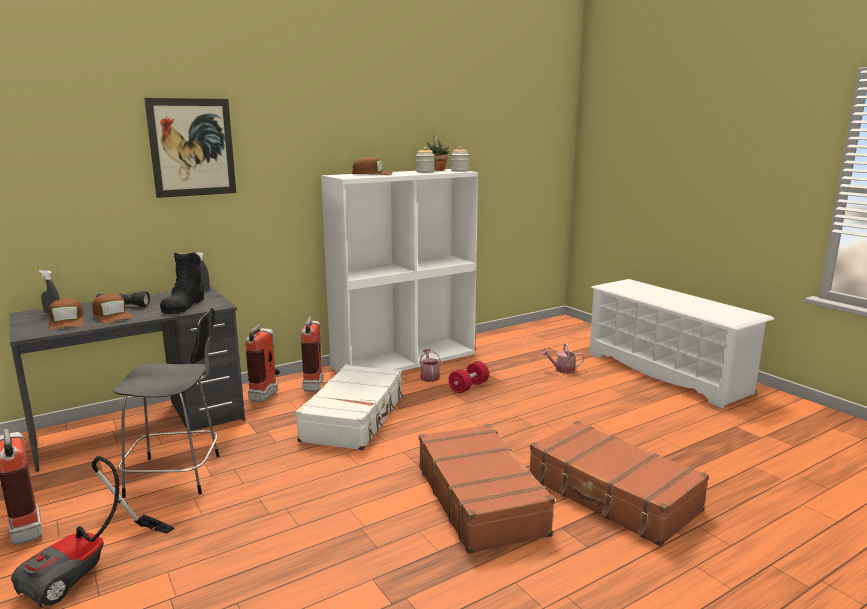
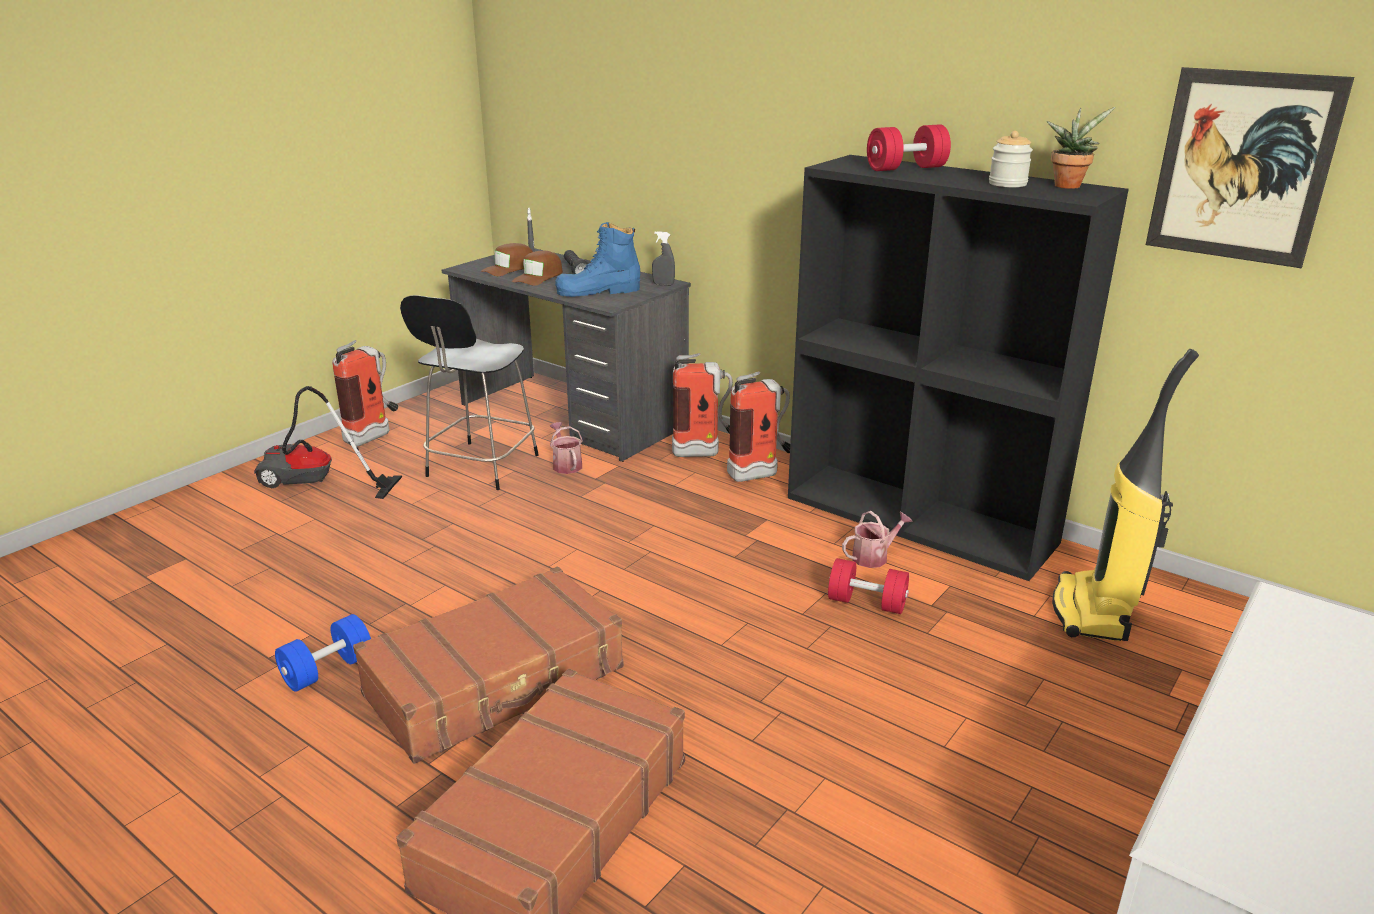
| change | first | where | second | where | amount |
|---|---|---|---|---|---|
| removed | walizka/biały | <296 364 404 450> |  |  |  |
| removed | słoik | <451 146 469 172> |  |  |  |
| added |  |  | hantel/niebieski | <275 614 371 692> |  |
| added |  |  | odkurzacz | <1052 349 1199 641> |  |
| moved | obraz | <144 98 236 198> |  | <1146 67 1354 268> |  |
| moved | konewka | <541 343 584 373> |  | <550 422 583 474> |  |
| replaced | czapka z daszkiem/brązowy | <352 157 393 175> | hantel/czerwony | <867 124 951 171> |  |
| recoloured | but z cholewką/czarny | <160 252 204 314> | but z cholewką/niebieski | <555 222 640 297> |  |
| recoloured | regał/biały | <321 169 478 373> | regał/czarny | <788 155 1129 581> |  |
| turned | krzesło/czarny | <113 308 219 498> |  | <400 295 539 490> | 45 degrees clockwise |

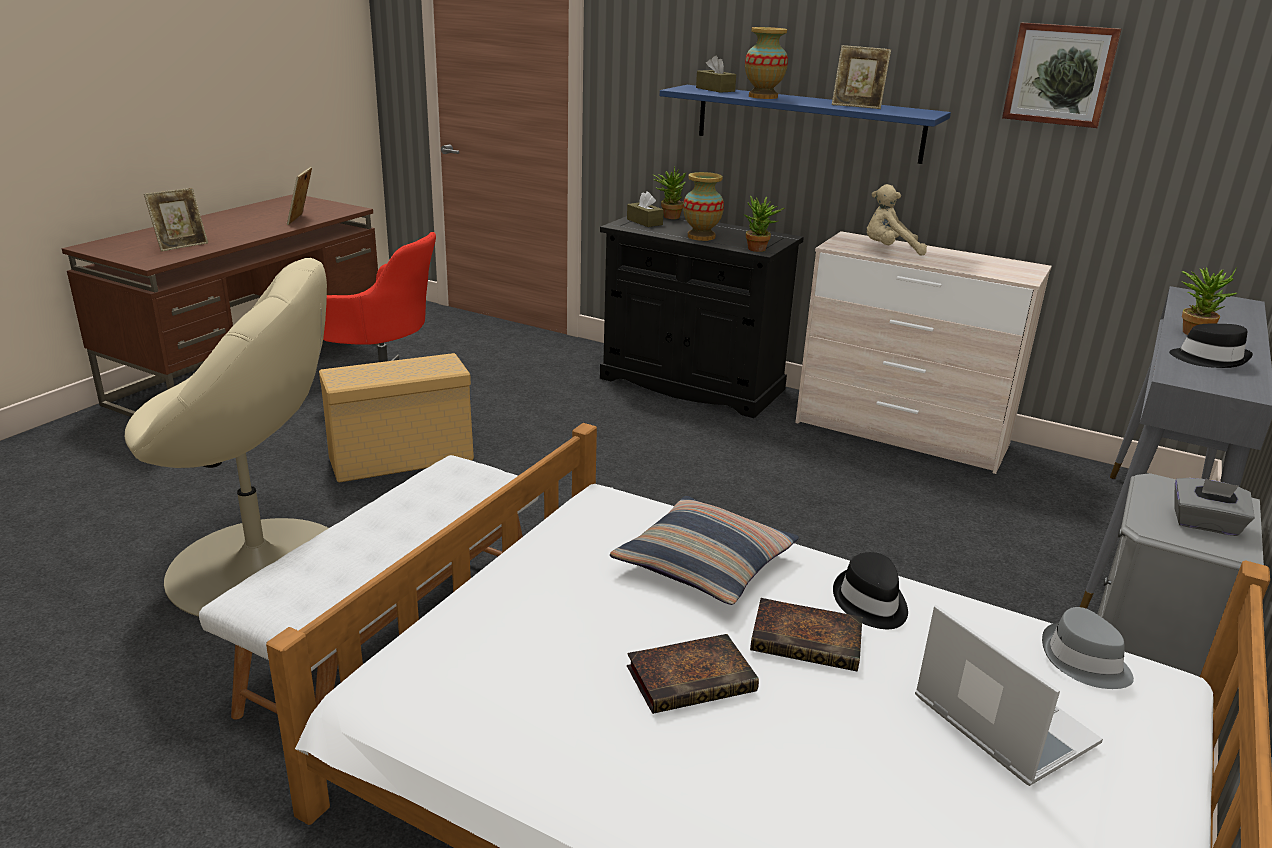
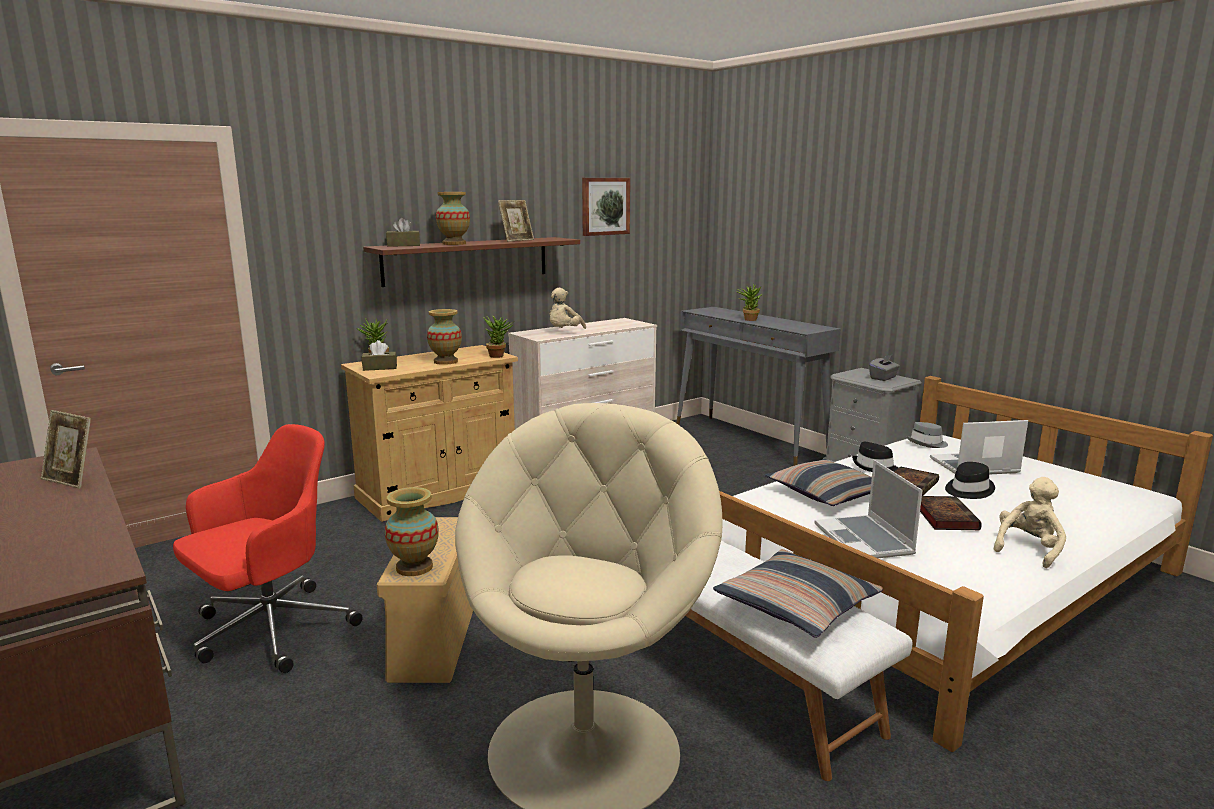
| change | first | where | second | where | amount |
|---|---|---|---|---|---|
| removed | ramka na zdjęcie | <144 188 208 252> |  |  |  |
| added |  |  | wazon | <385 487 439 576> |  |
| added |  |  | poduszka | <713 549 883 638> |  |
| added |  |  | laptop | <815 460 923 558> |  |
| added |  |  | pluszak/beżowy | <993 477 1066 568> |  |
| moved | kapelusz/czarny | <1169 324 1253 368> |  | <945 462 995 499> |  |
| recoloured | szafka/czarny | <600 214 804 418> | szafka/beżowy | <341 345 518 522> |  |
| recoloured | półka/niebieski | <660 85 951 164> | półka/brązowy | <363 237 580 287> |  |

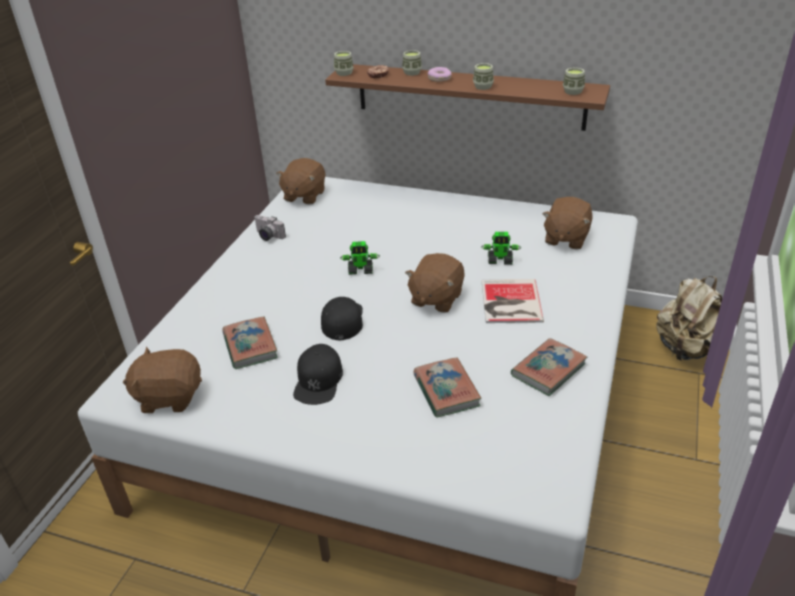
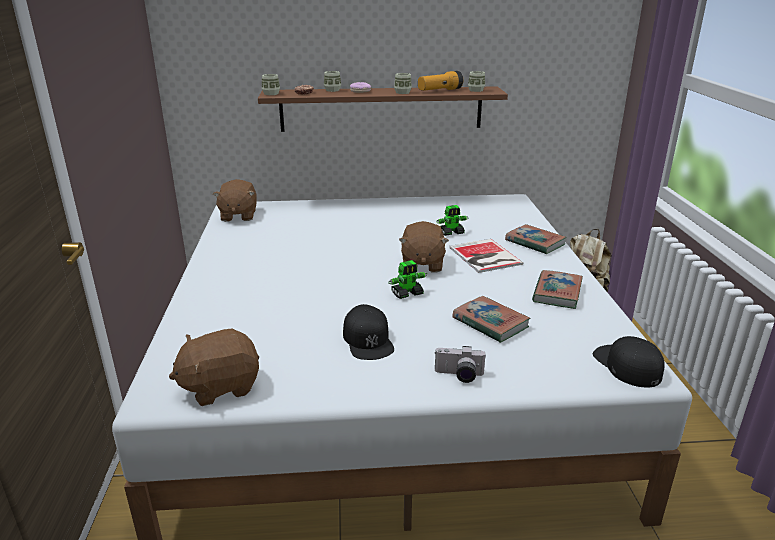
| change | first | where | second | where | amount |
|---|---|---|---|---|---|
| removed | pluszak/brązowy | <543 197 593 250> |  |  |  |
| added |  |  | latarka | <418 71 463 91> |  |
| moved | książka | <222 316 278 369> |  | <505 224 567 254> |  |
| moved | aparat fotograficzny | <254 215 286 241> |  | <435 346 487 383> |  |
| moved | czapka z daszkiem/czarny | <321 297 363 340> |  | <593 336 665 387> |  |
| moved | robot zabawkowy | <340 241 380 275> |  | <388 260 427 299> |  |

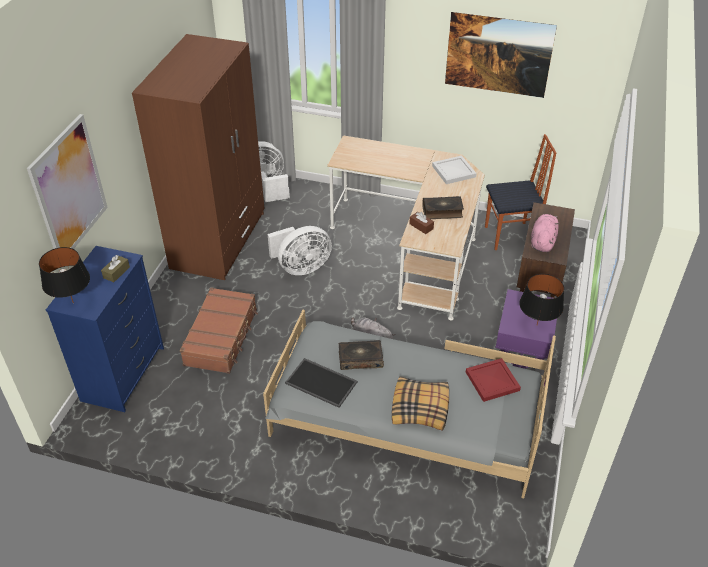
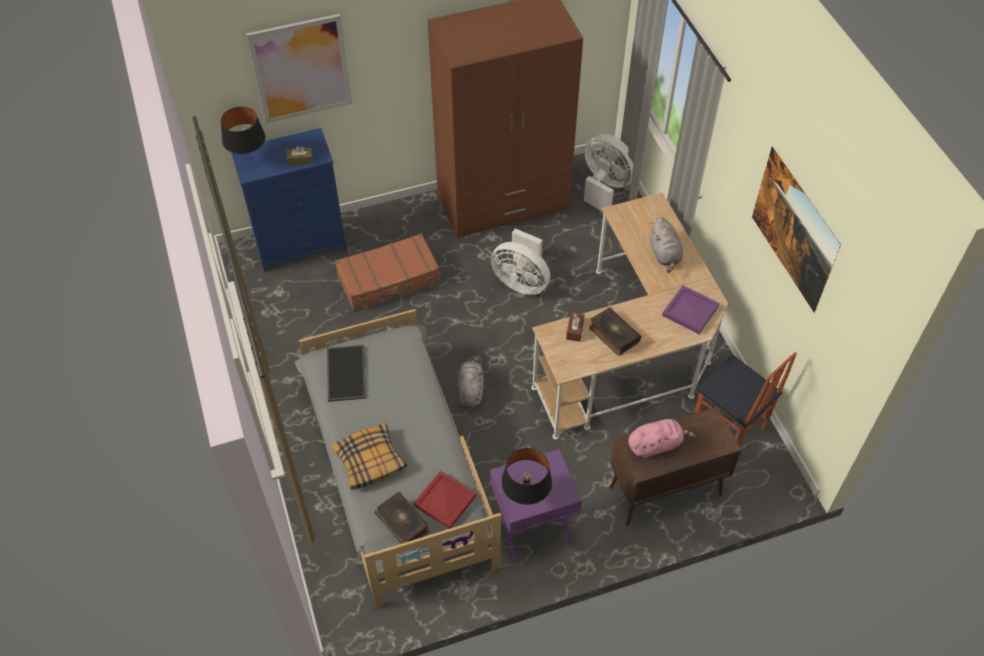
| change | first | where | second | where | amount |
|---|---|---|---|---|---|
| added |  |  | pluszak/szary | <650 217 683 273> |  |
| moved | książka | <339 340 384 370> |  | <375 492 429 544> |  |
| recoloured | taca/biały | <432 156 477 184> | taca/fioletowy | <662 285 719 334> |  |

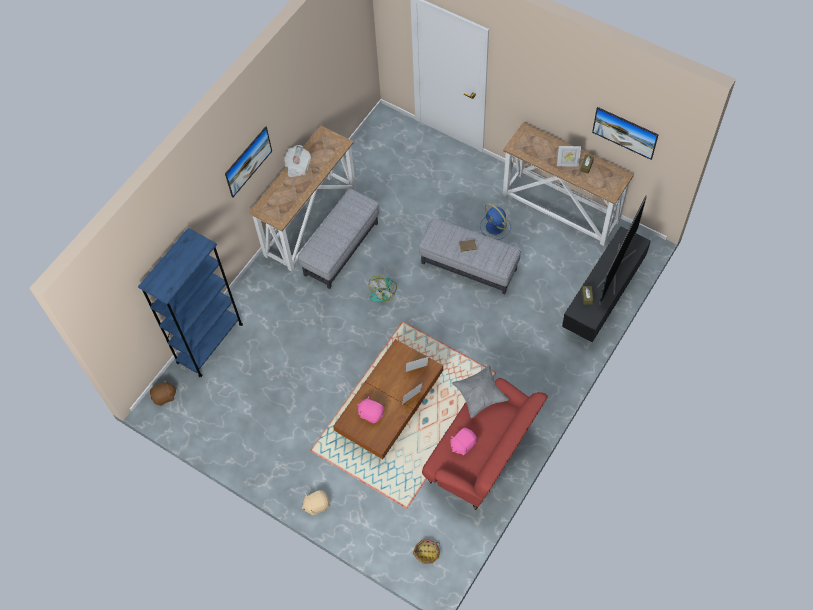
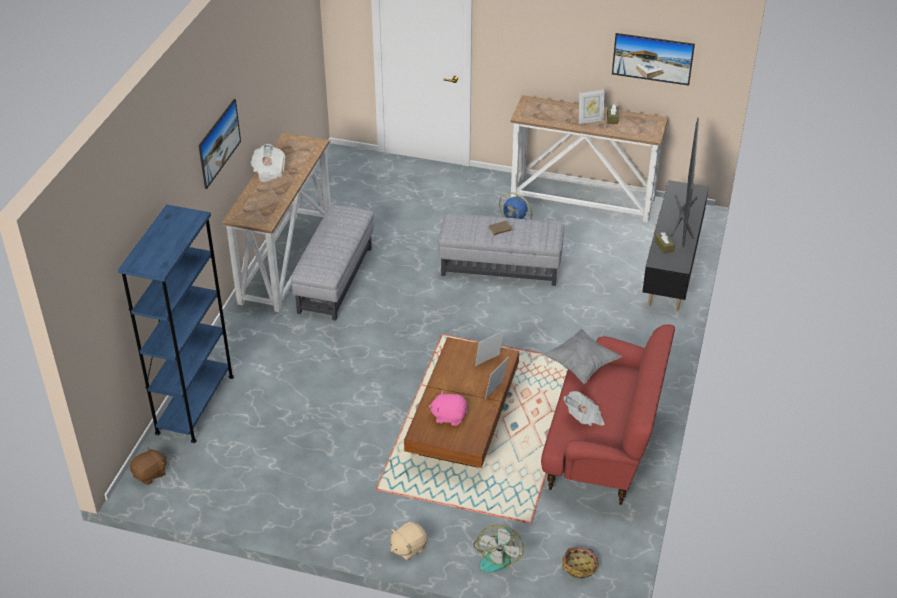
| change | first | where | second | where | amount |
|---|---|---|---|---|---|
| moved | wentylator | <369 276 397 302> |  | <473 525 524 573> |  |
| replaced | pluszak/różowy | <450 428 477 455> | gazeta | <564 391 604 426> |  |

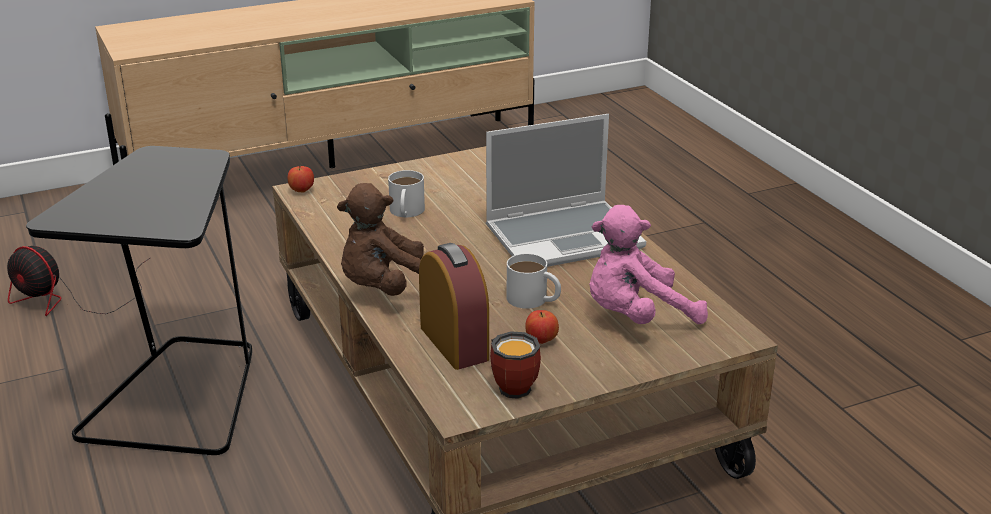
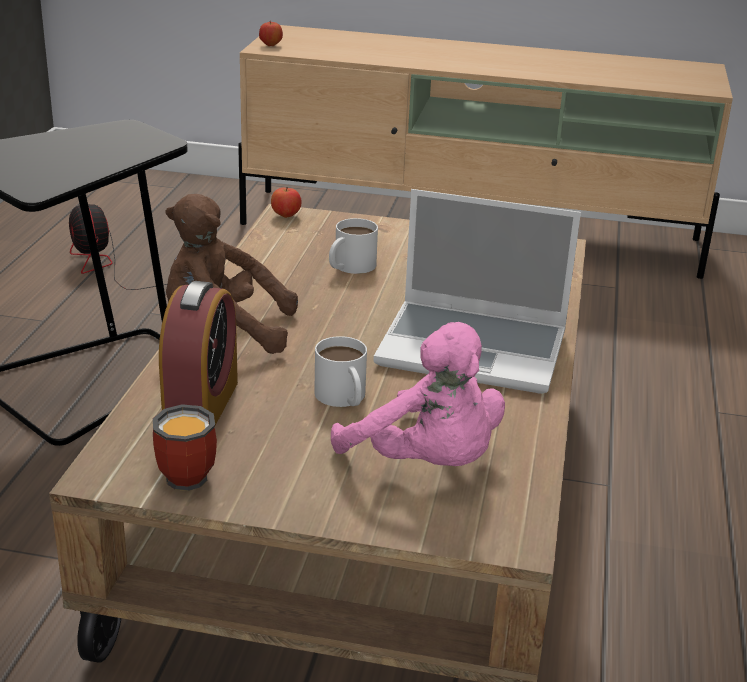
| change | first | where | second | where | amount |
|---|---|---|---|---|---|
| moved | jabłko | <525 310 559 344> |  | <259 21 283 46> |  |
| turned | pluszak/różowy | <589 205 708 324> |  | <331 322 505 466> | 150 degrees counterclockwise |

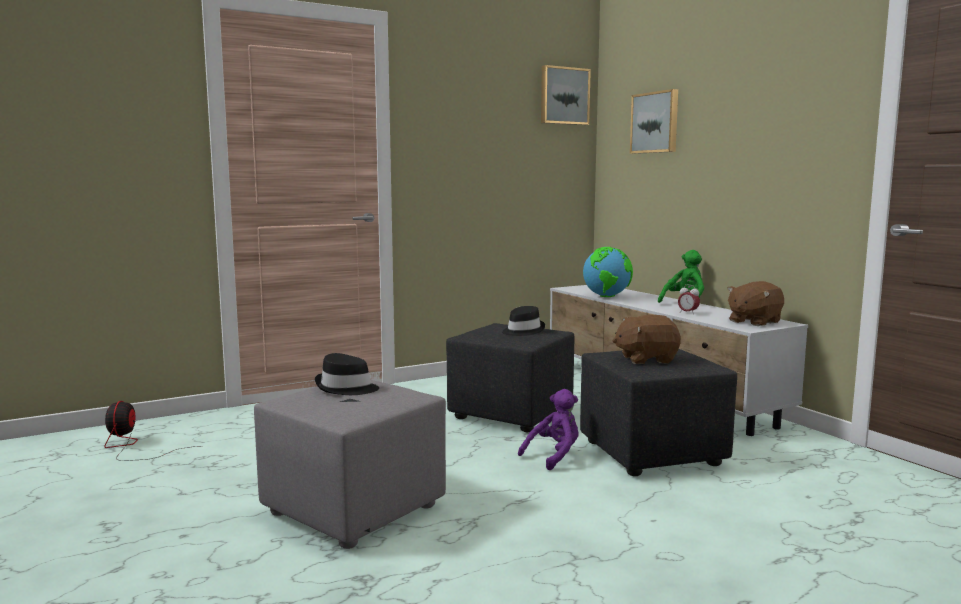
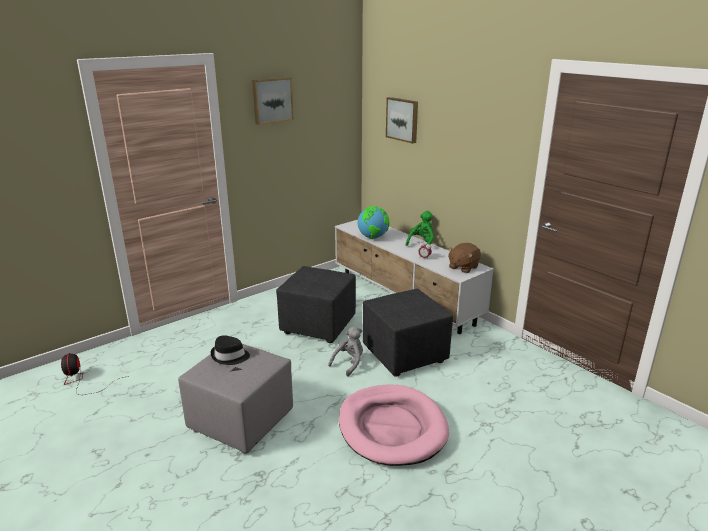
| change | first | where | second | where | amount |
|---|---|---|---|---|---|
| removed | kapelusz/czarny | <502 306 545 336> |  |  |  |
| removed | pluszak/brązowy | <612 315 681 364> |  |  |  |
| added |  |  | legowisko/różowy | <339 384 449 466> |  |
| moved | obraz | <541 65 591 125> |  | <252 77 294 125> |  |
| recoloured | pluszak/fioletowy | <518 389 578 470> | pluszak/szary | <328 326 363 376> |  |

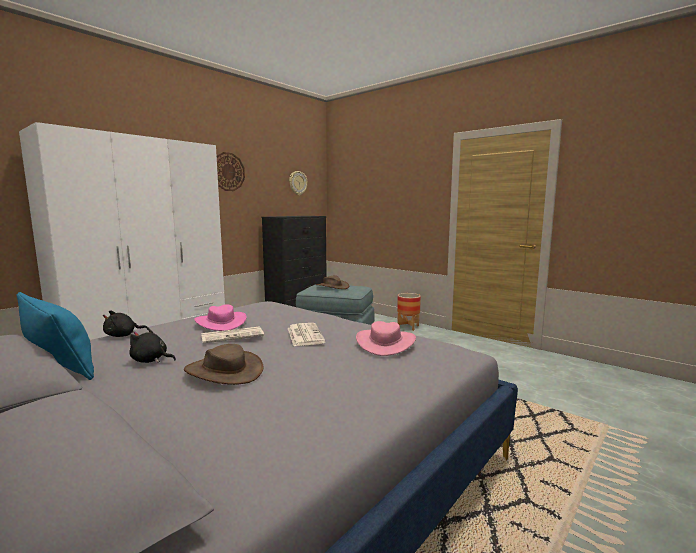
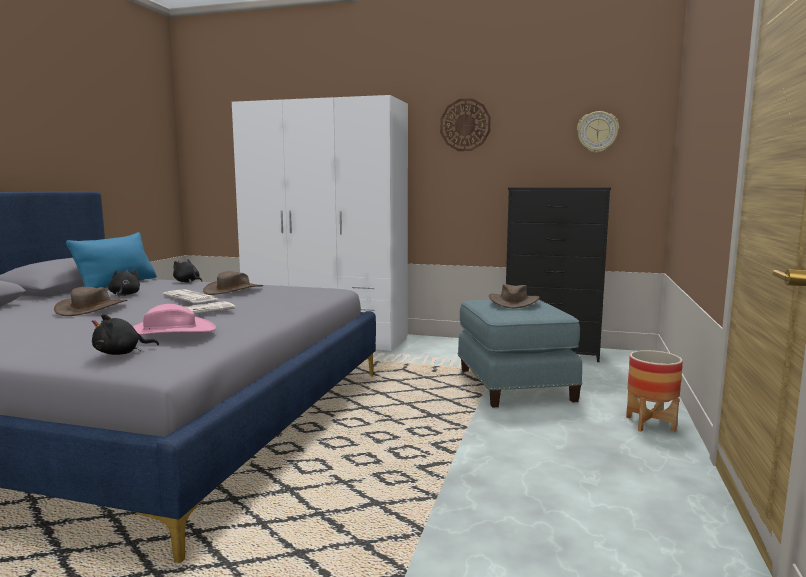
| change | first | where | second | where | amount |
|---|---|---|---|---|---|
| added |  |  | pluszak/czarny | <92 314 159 355> |  |
| recoloured | kapelusz/różowy | <194 304 247 331> | kapelusz/brązowy | <203 271 263 295> |  |

